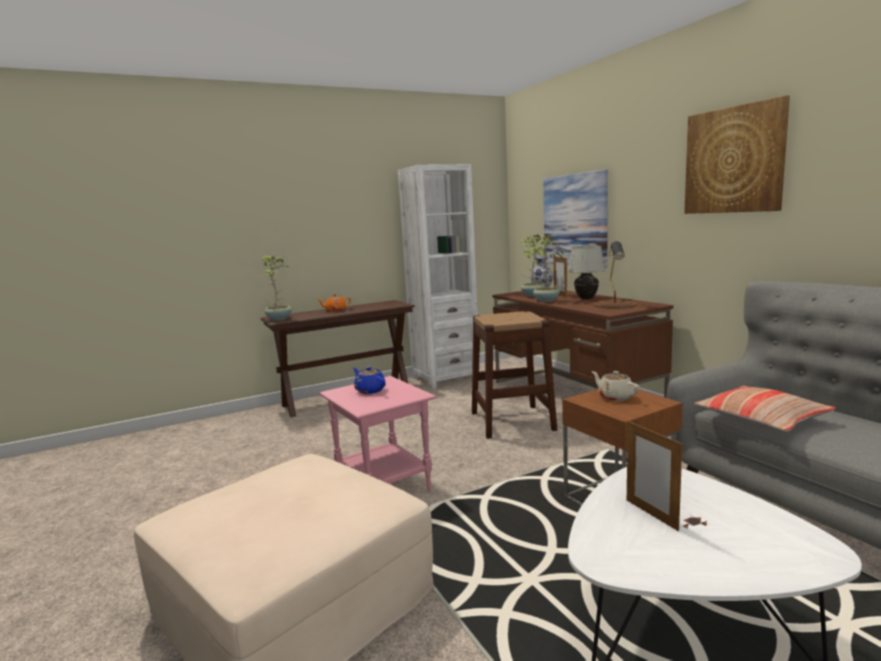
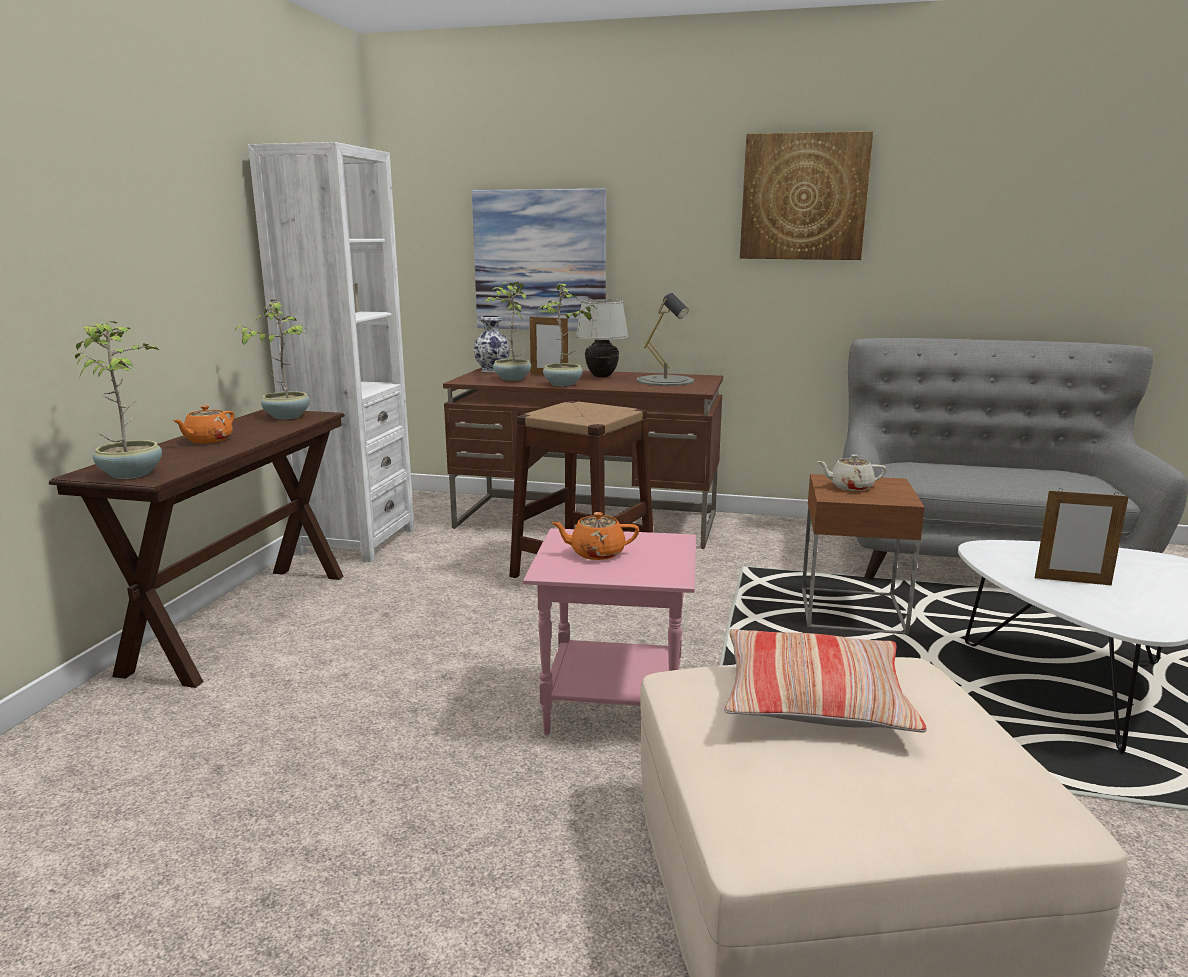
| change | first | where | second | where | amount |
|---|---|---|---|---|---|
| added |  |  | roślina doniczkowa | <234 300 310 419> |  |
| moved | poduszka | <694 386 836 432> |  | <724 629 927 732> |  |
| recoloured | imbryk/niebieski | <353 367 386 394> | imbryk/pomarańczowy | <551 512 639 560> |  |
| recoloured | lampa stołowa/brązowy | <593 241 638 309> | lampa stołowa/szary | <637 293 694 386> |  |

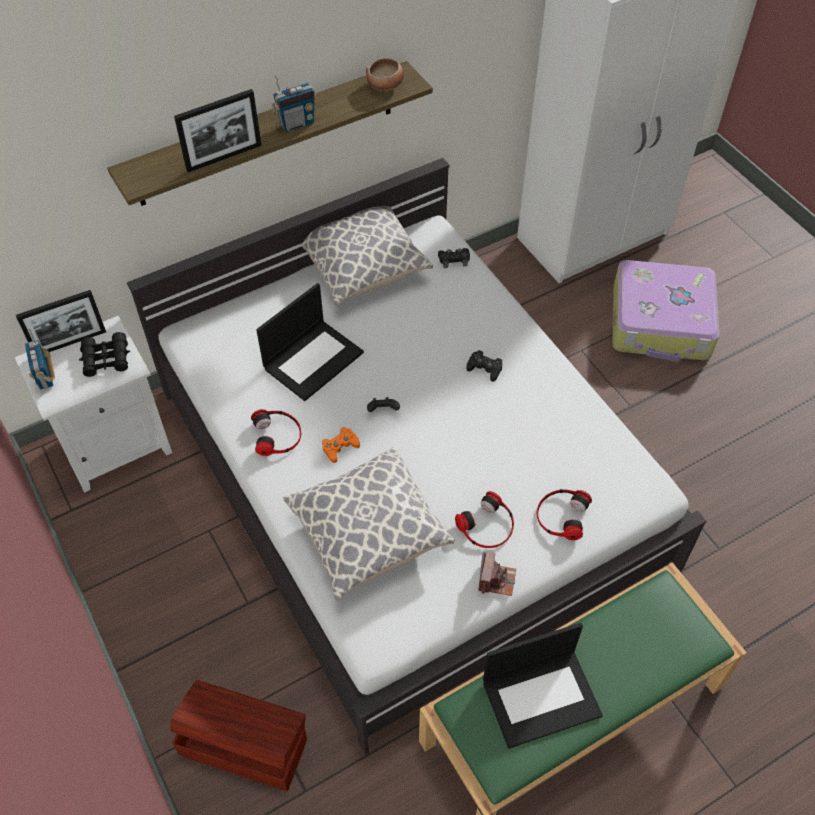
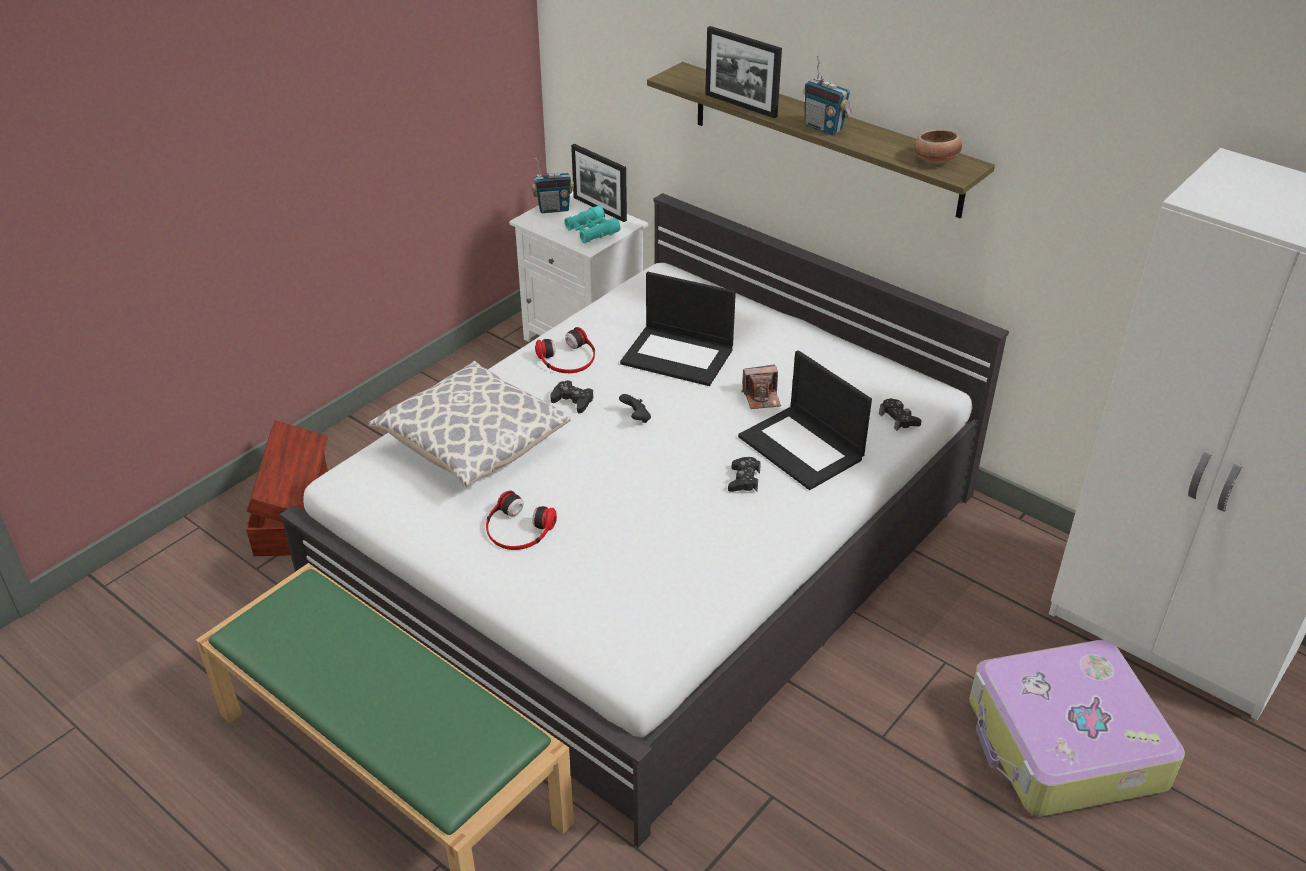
| change | first | where | second | where | amount |
|---|---|---|---|---|---|
| removed | poduszka | <303 206 433 307> |  |  |  |
| removed | słuchawki | <537 489 592 540> |  |  |  |
| moved | aparat fotograficzny | <479 551 516 596> |  | <742 364 781 409> |  |
| moved | laptop | <483 623 603 749> |  | <738 350 872 490> |  |
| recoloured | lornetka/czarny | <79 332 130 377> | lornetka/turkusowy | <564 206 620 243> |  |
| recoloured | pad do gier/pomarańczowy | <322 427 360 463> | pad do gier/czarny | <550 380 593 414> |  |
| turned | radio | <25 328 55 390> |  | <532 158 574 213> | 150 degrees counterclockwise |

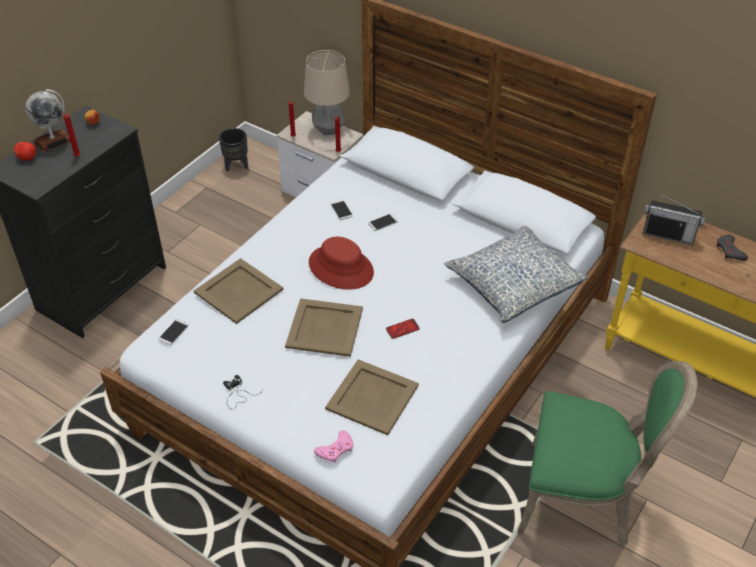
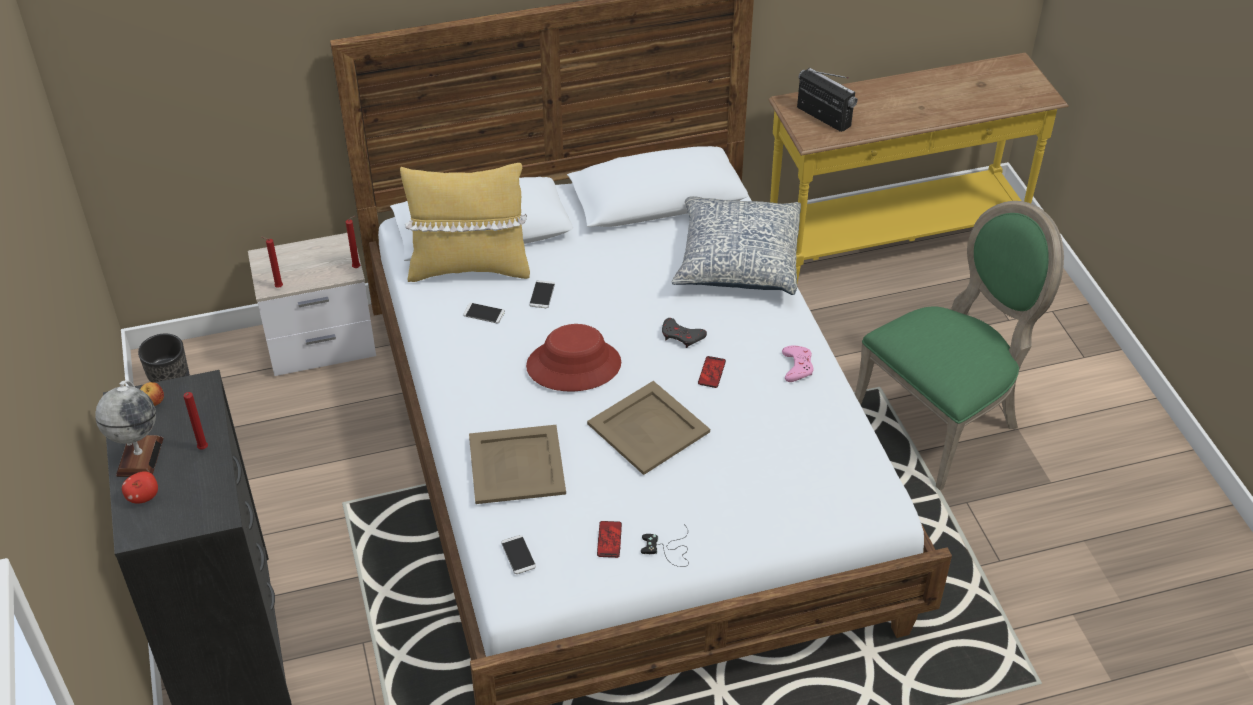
| change | first | where | second | where | amount |
|---|---|---|---|---|---|
| removed | lampa stołowa | <304 50 350 135> |  |  |  |
| removed | taca/beżowy | <325 359 419 435> |  |  |  |
| added |  |  | poduszka/żółty | <400 163 530 282> |  |
| added |  |  | telefon | <597 521 622 558> |  |
| moved | pad do gier/różowy | <314 430 353 463> |  | <782 345 814 382> |  |
| moved | pad do gier/szary | <717 235 748 261> |  | <662 318 707 348> |  |
| turned | radio | <643 193 705 245> |  | <797 68 858 132> | 105 degrees counterclockwise |

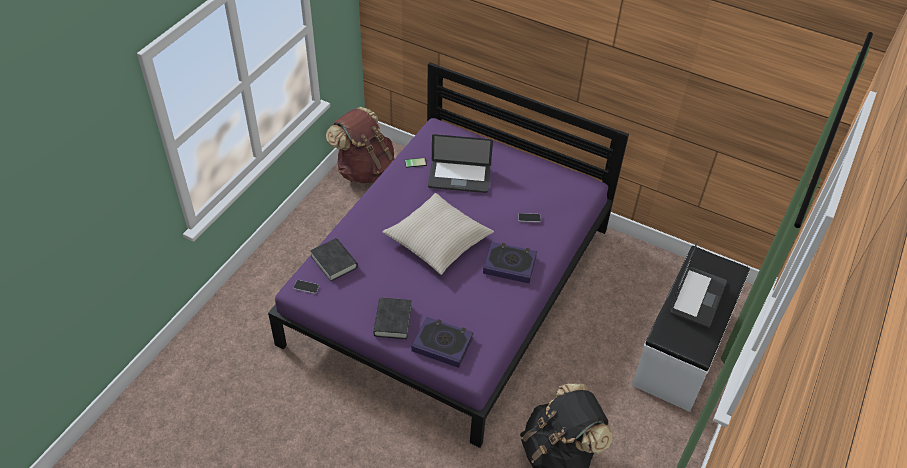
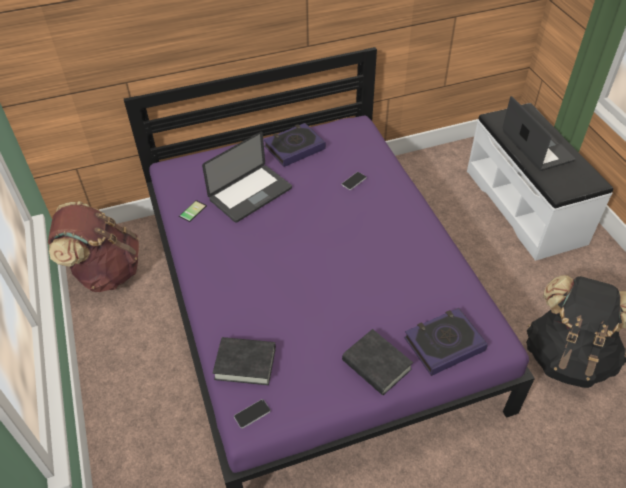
| change | first | where | second | where | amount |
|---|---|---|---|---|---|
| removed | poduszka/beżowy | <382 193 494 275> |  |  |  |
| moved | książka | <483 242 537 283> |  | <264 123 326 167> |  |

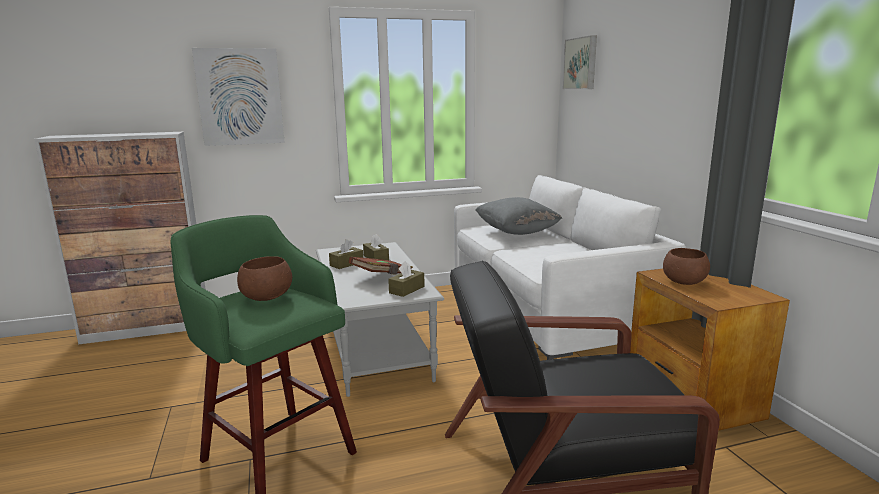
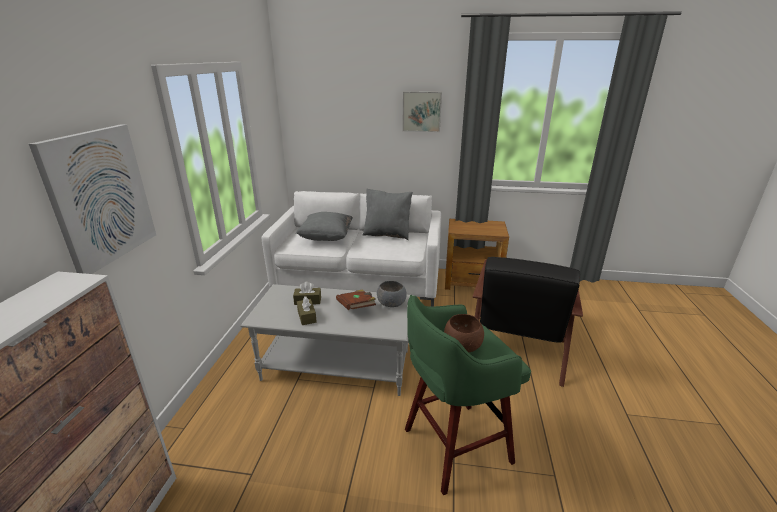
| change | first | where | second | where | amount |
|---|---|---|---|---|---|
| removed | miska/brązowy | <663 248 710 285> |  |  |  |
| added |  |  | poduszka/szary | <363 189 413 240> |  |
| moved | obraz | <563 35 597 89> |  | <402 91 442 132> |  |
| replaced | pudełko chusteczek/brązowy | <388 261 425 297> | miska/szary | <377 281 407 307> |  |

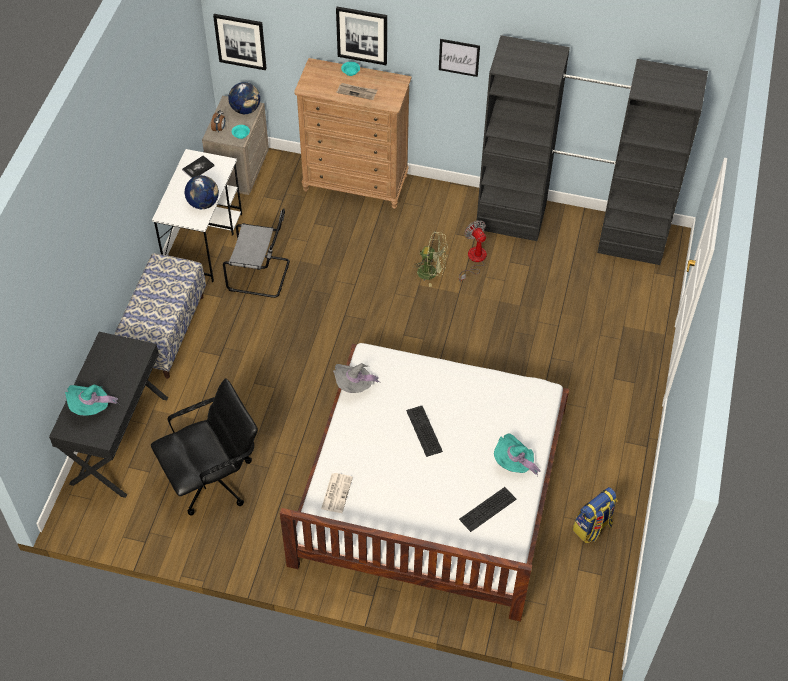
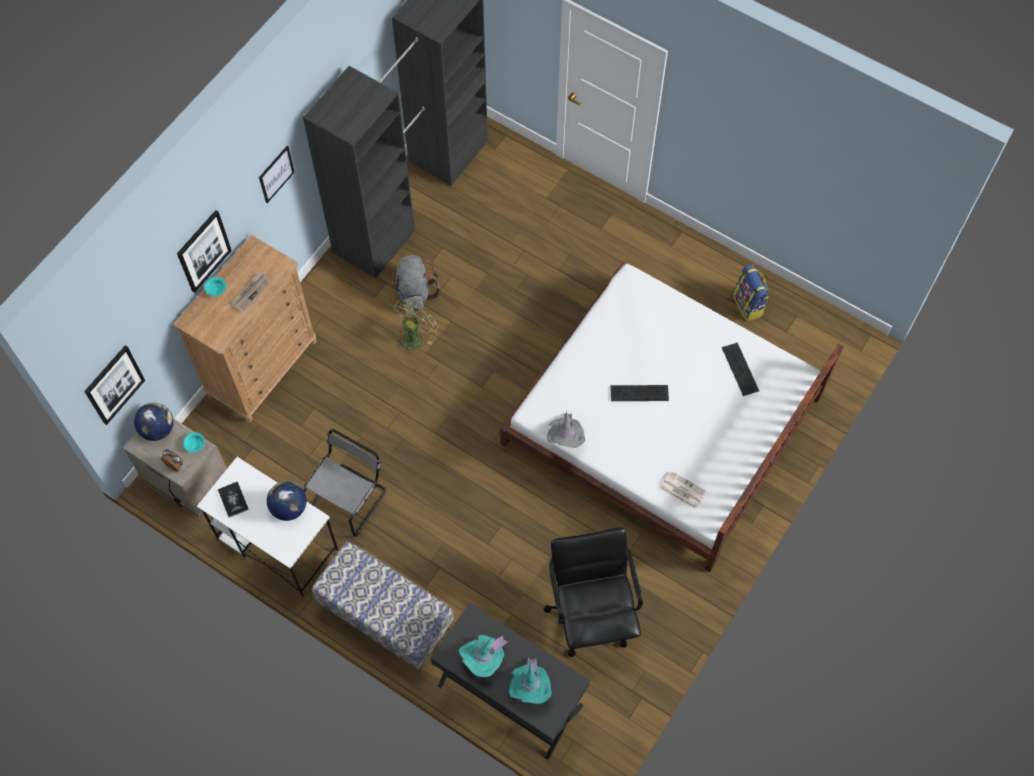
| change | first | where | second | where | amount |
|---|---|---|---|---|---|
| moved | kapelusz/turkusowy | <494 434 540 476> |  | <459 635 509 677> |  |
| replaced | wentylator | <459 220 487 283> | plecak/szary | <391 255 440 311> |  |

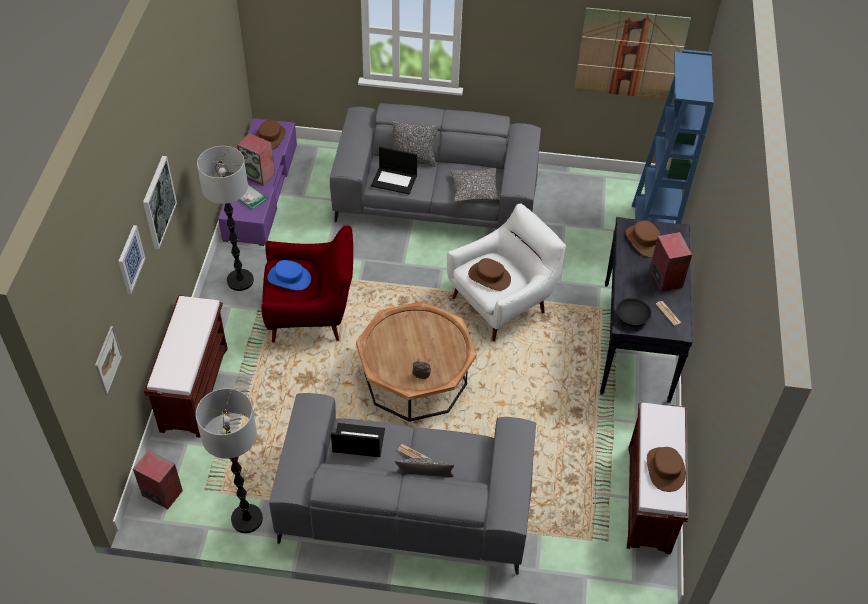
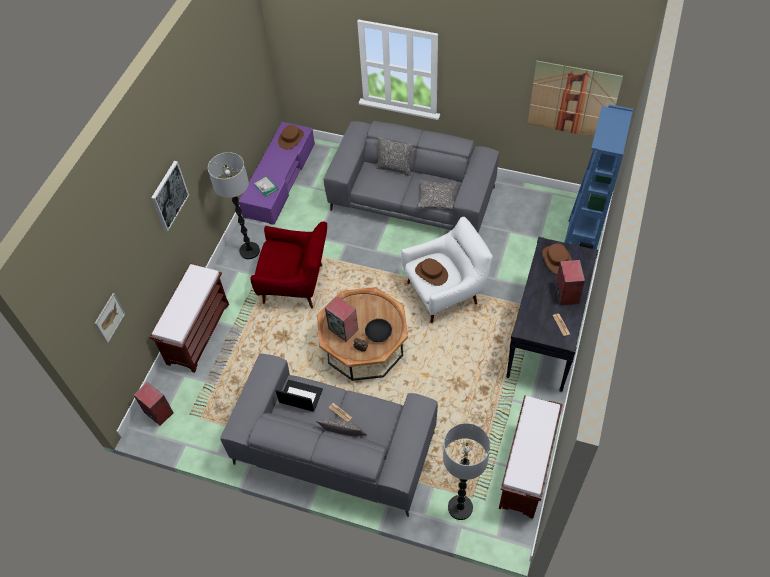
| change | first | where | second | where | amount |
|---|---|---|---|---|---|
| removed | obraz | <118 225 145 294> |  |  |  |
| removed | kapelusz/niebieski | <267 260 311 291> |  |  |  |
| removed | laptop | <371 146 417 194> |  |  |  |
| removed | kapelusz/brązowy | <647 447 686 492> |  |  |  |
| moved | lampa stojąca | <196 388 263 533> |  | <443 423 490 520> |  |
| moved | głośnik | <237 133 275 186> |  | <325 296 358 342> |  |
| moved | miska/czarny | <616 298 652 327> |  | <365 319 392 342> |  |

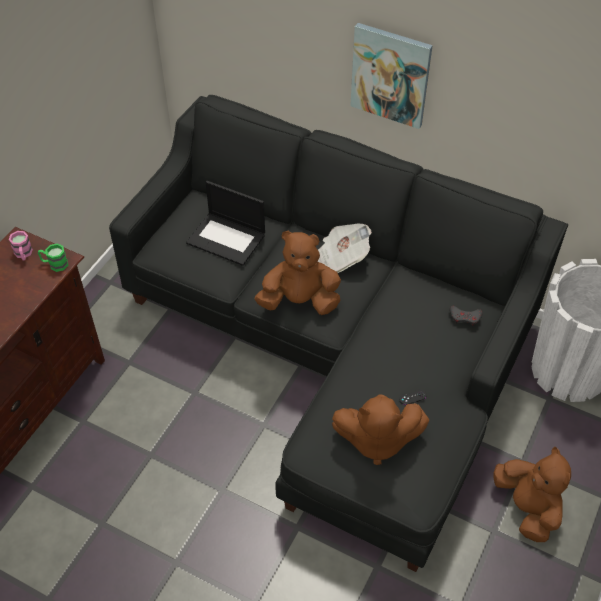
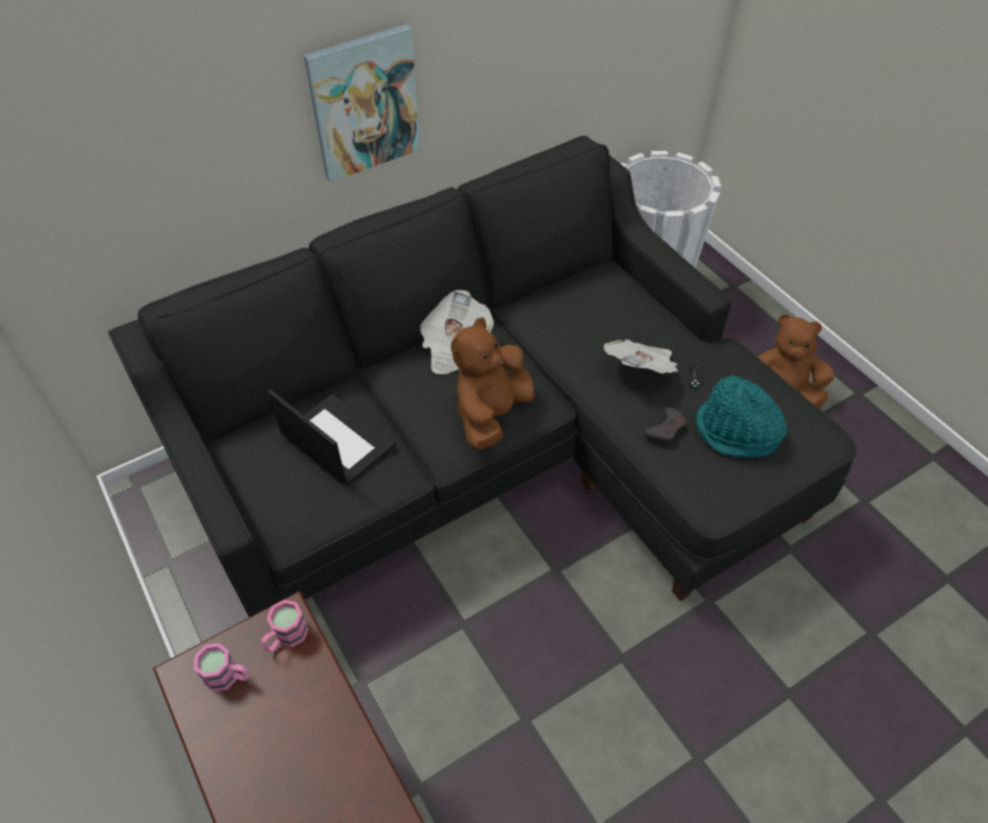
| change | first | where | second | where | amount |
|---|---|---|---|---|---|
| added |  |  | gazeta | <604 339 678 374> |  |
| moved | pad do gier/szary | <450 306 483 326> |  | <644 407 686 443> |  |
| replaced | pluszak/brązowy | <332 394 429 465> | kapelusz/turkusowy | <696 375 787 458> |  |
| recoloured | kubek/zielony | <38 243 69 272> | kubek/różowy | <261 600 309 652> |  |
| turned | laptop | <186 181 265 266> |  | <268 389 396 485> | 105 degrees counterclockwise |

